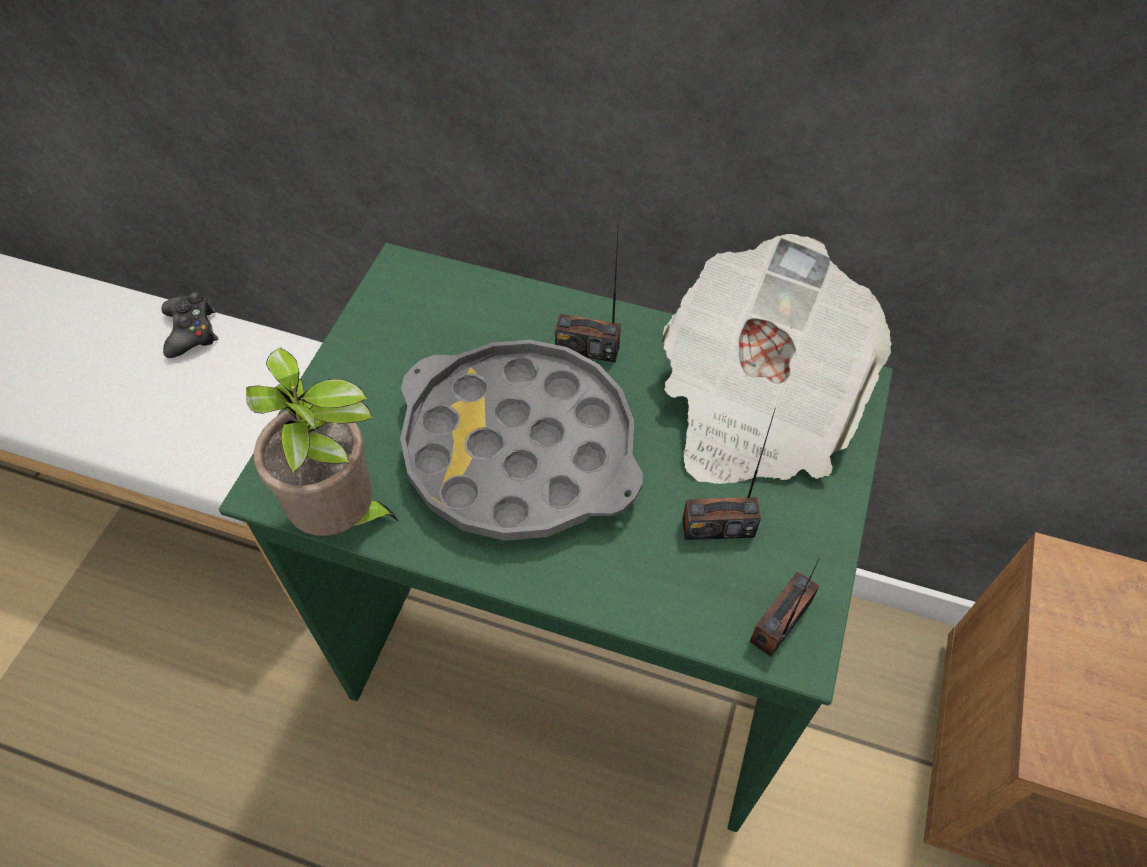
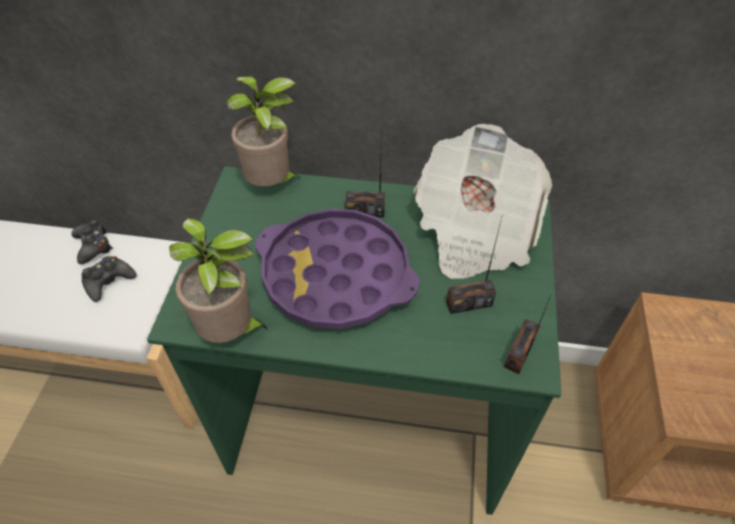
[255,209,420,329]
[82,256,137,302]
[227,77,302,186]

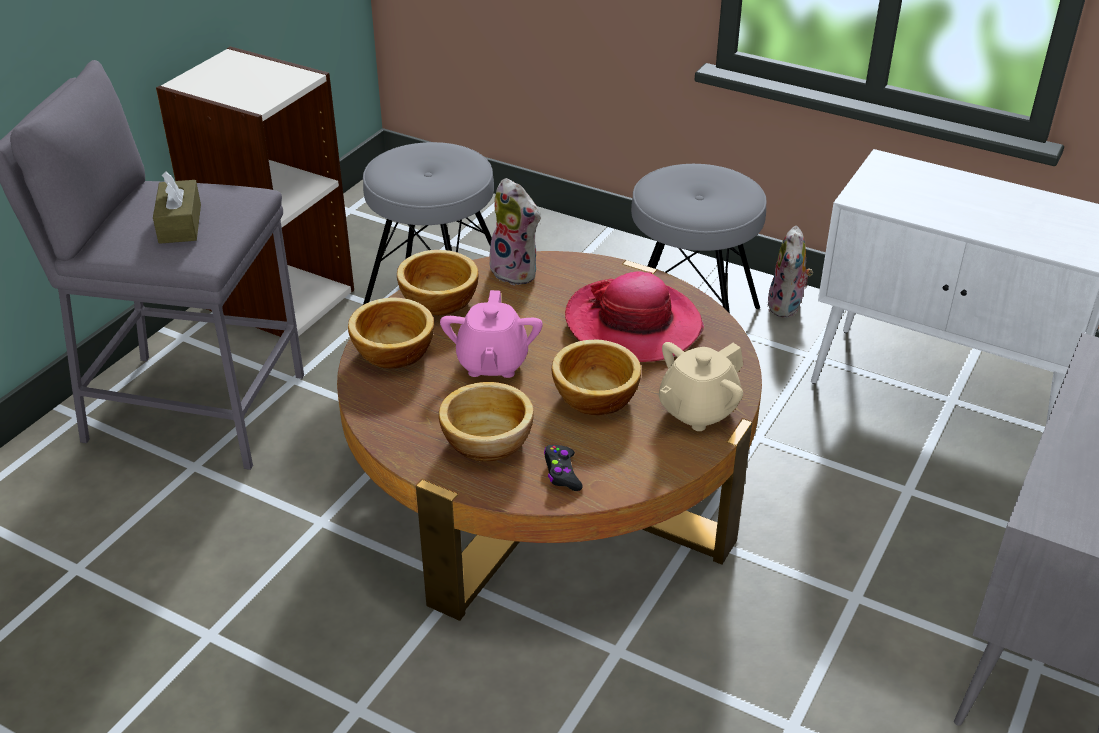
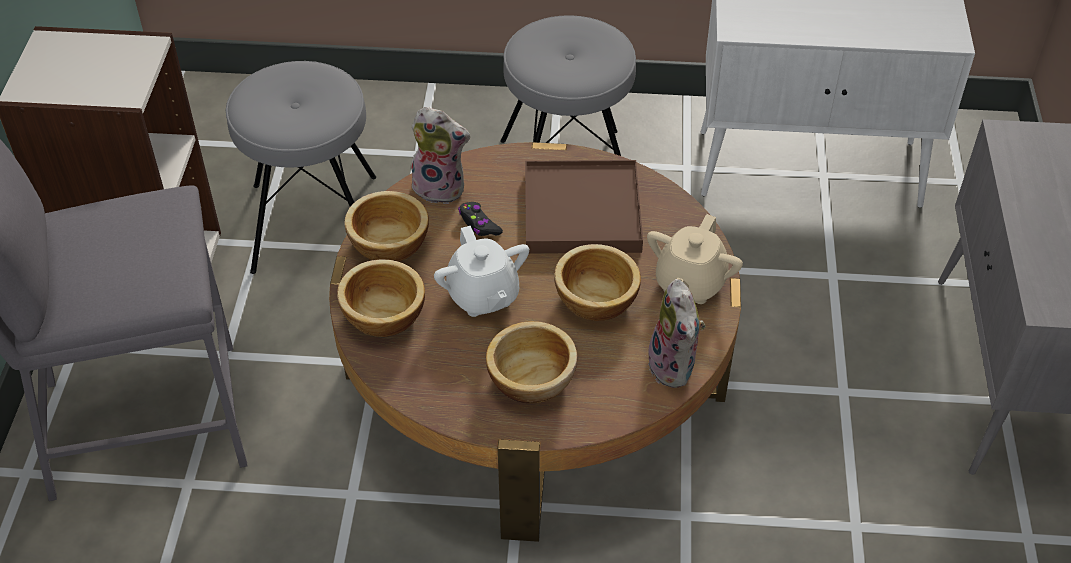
[153,172,201,244] (first image)
[434,226,529,317]
[458,202,503,236]
[525,160,643,254]
[644,279,706,388]

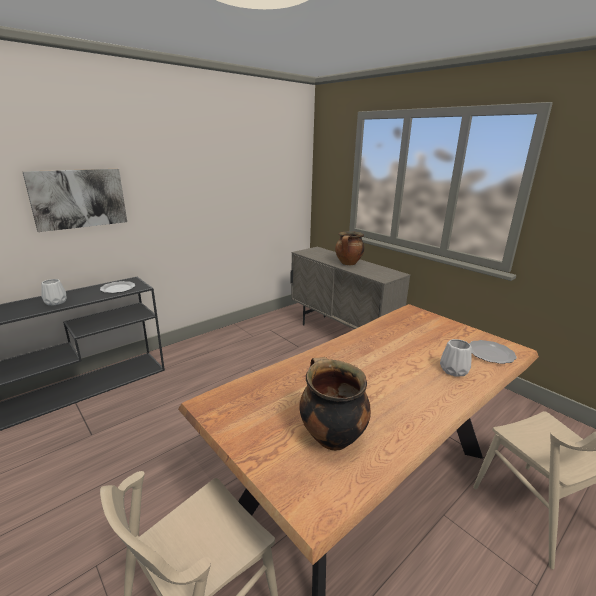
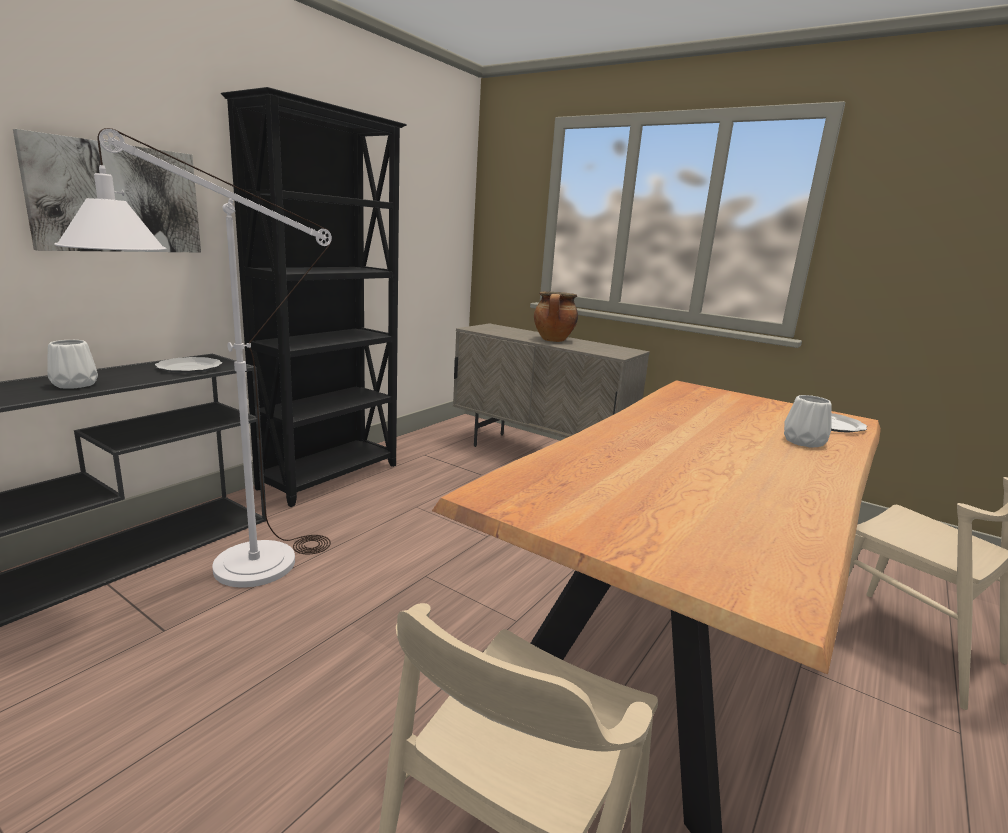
[299,357,371,451] (first image)
[54,128,332,588]
[221,87,407,507]

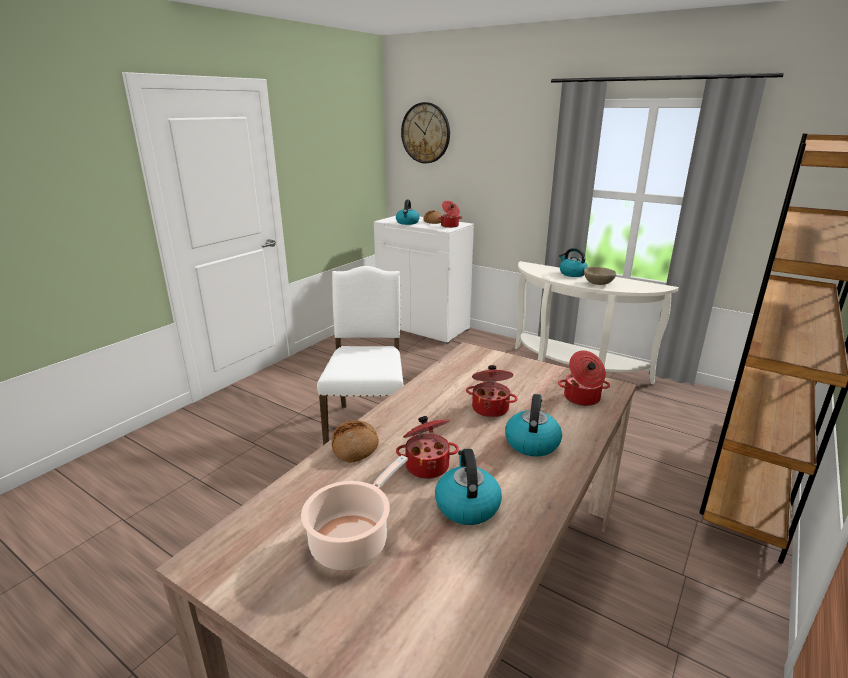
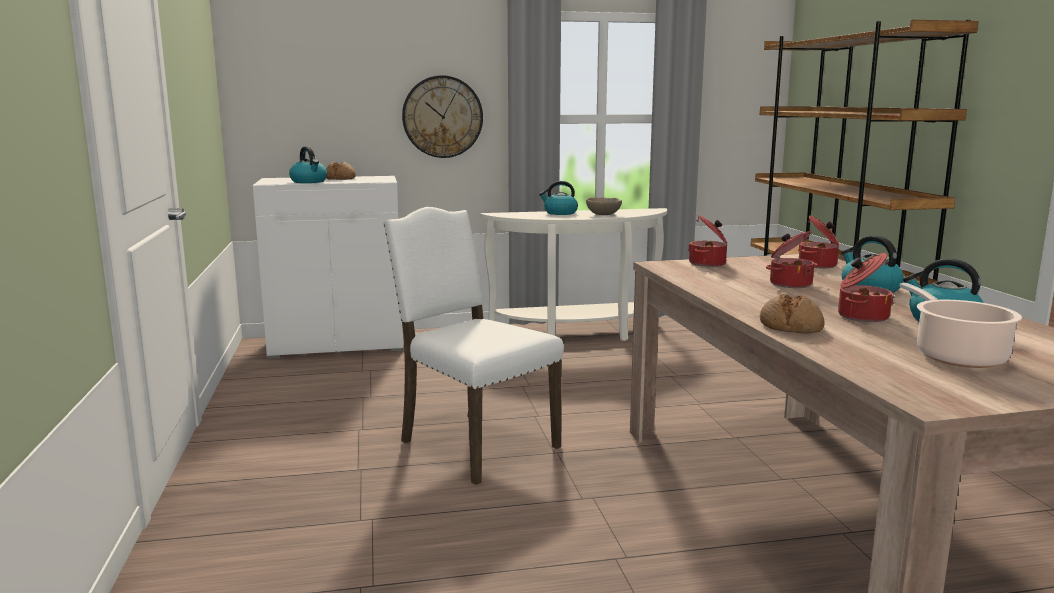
[402,75,483,158]
[688,215,727,267]

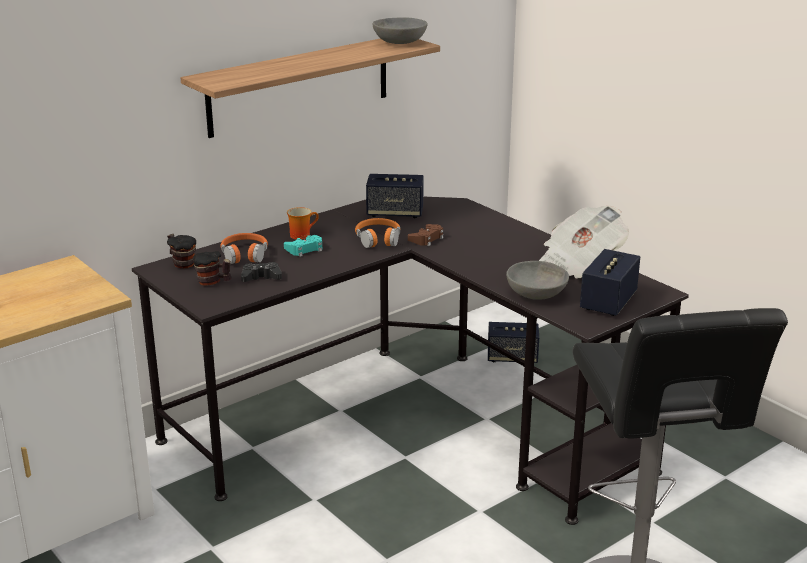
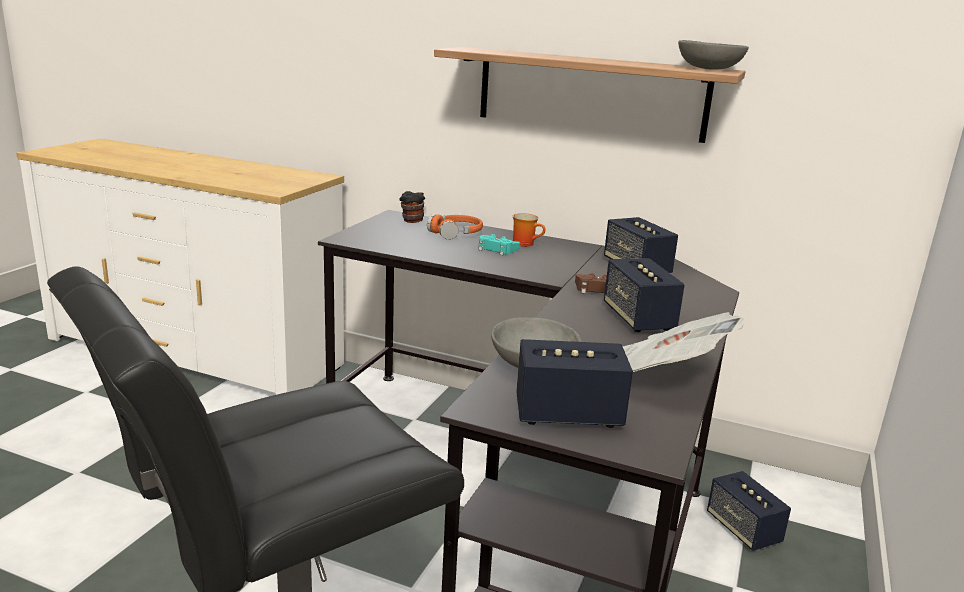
[193,251,232,285] (first image)
[241,262,282,282] (first image)
[355,218,400,248] (first image)
[604,258,685,332]

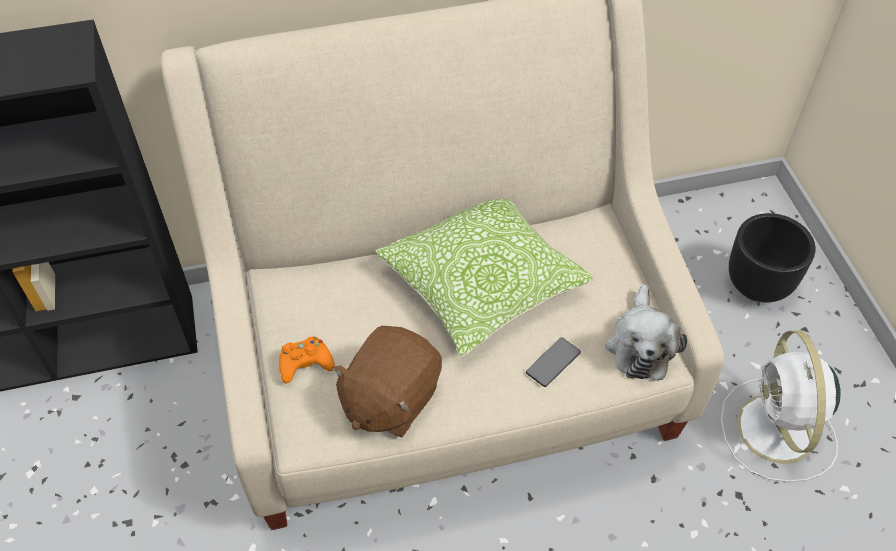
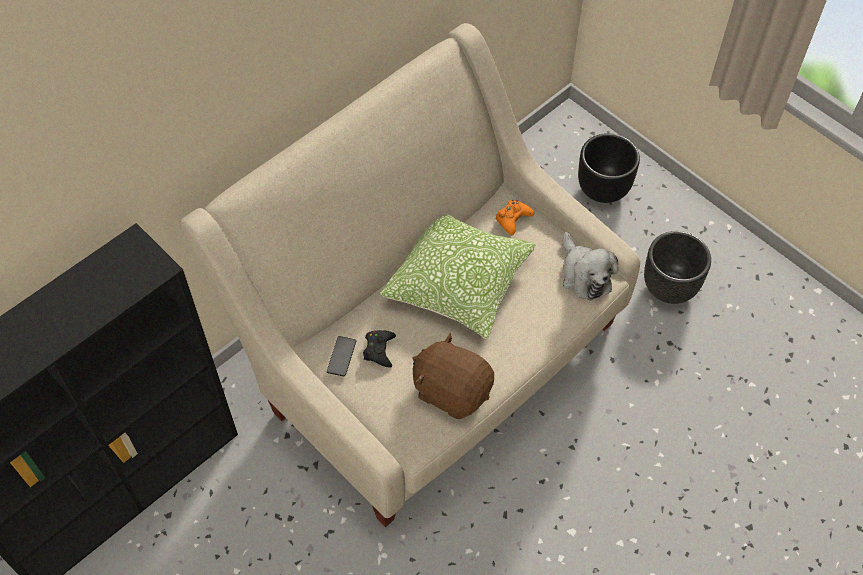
[496,200,534,235]
[412,333,494,419]
[327,336,356,376]
[644,231,711,304]
[363,330,396,368]

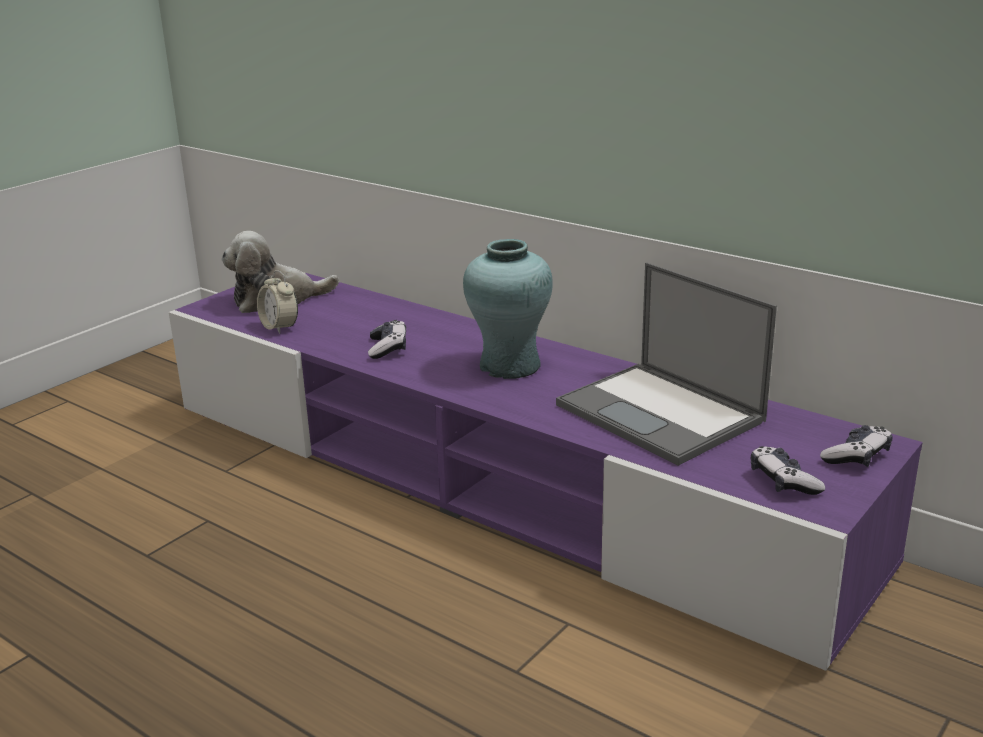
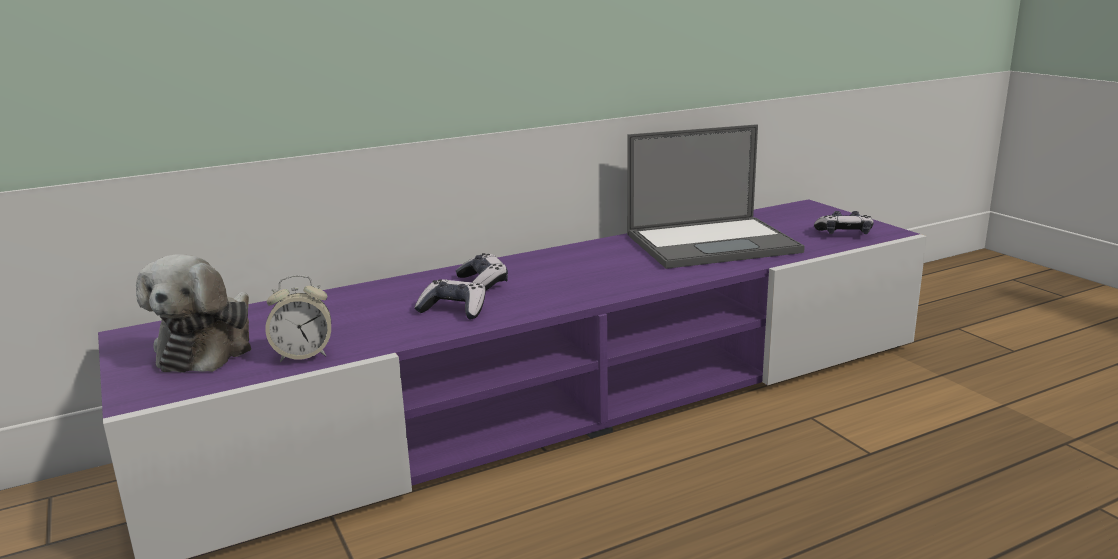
[463,239,553,379] (first image)
[456,253,508,290]

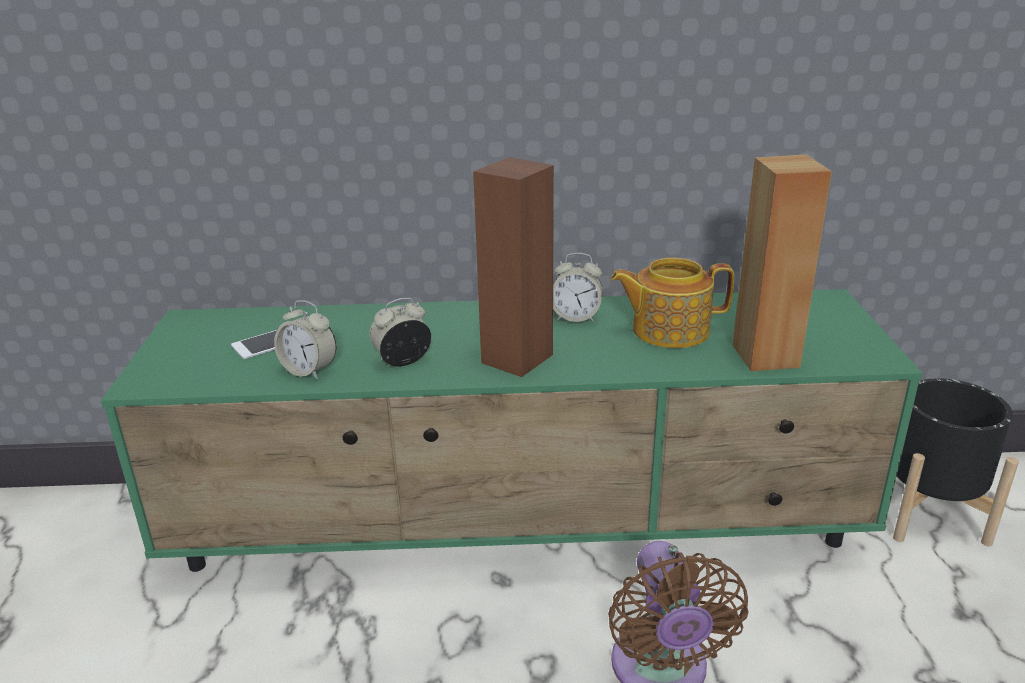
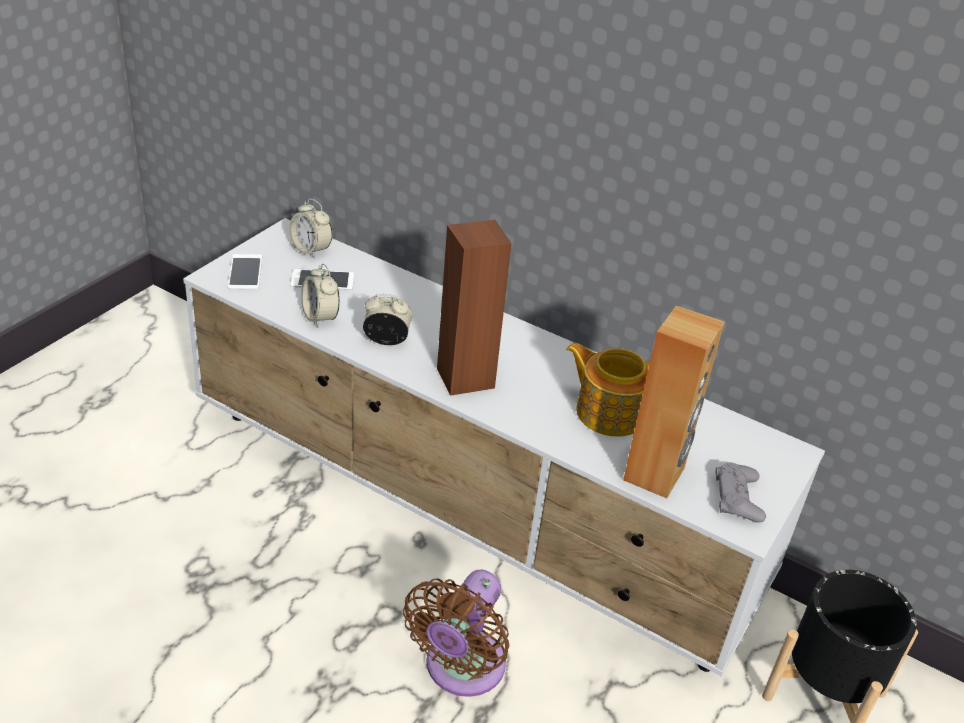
[183,218,825,676]
[289,199,332,259]
[228,254,262,290]
[715,462,766,523]

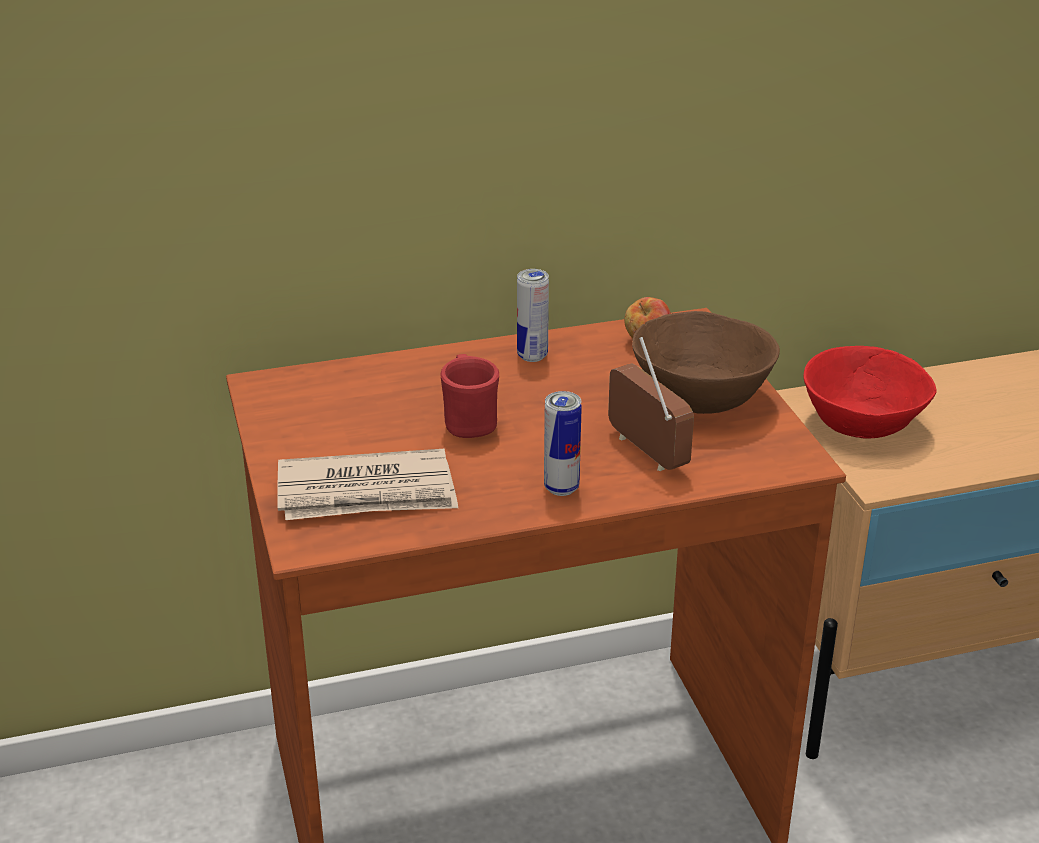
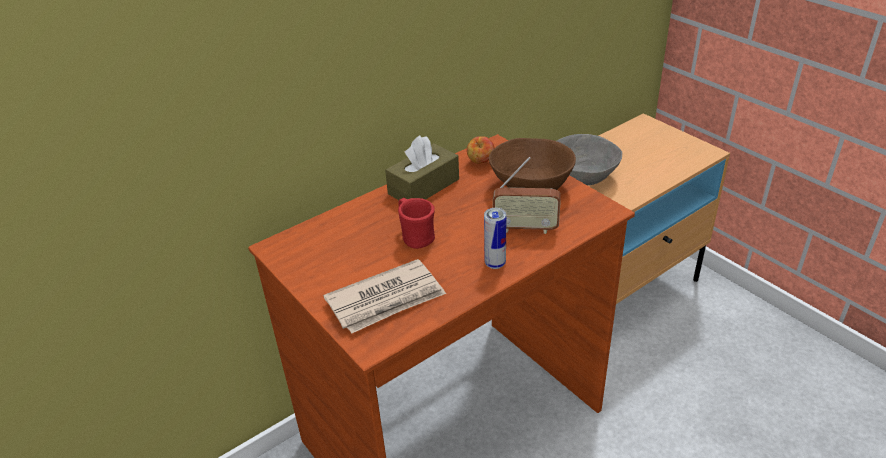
[385,136,459,200]
[493,157,561,234]
[557,134,622,186]

